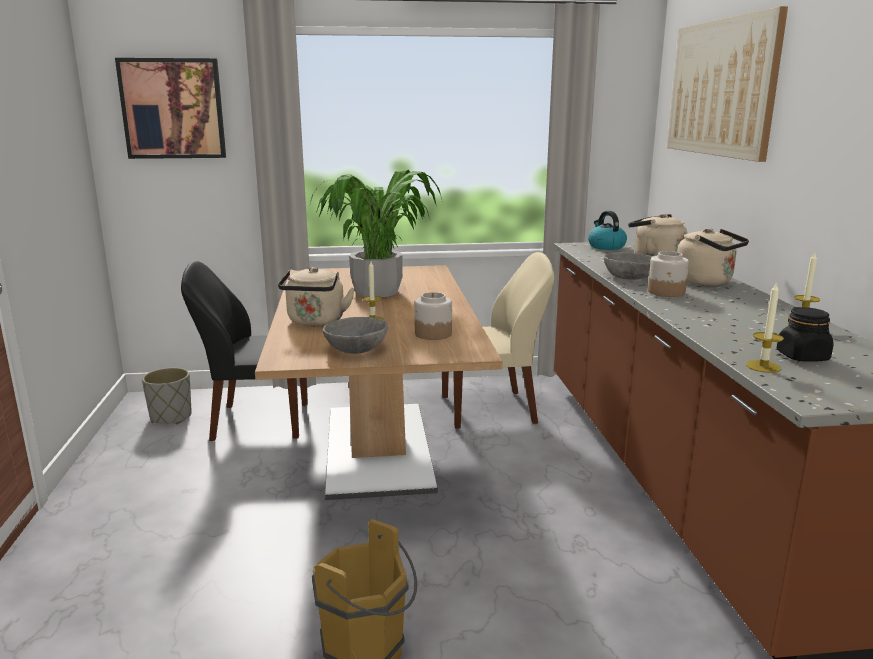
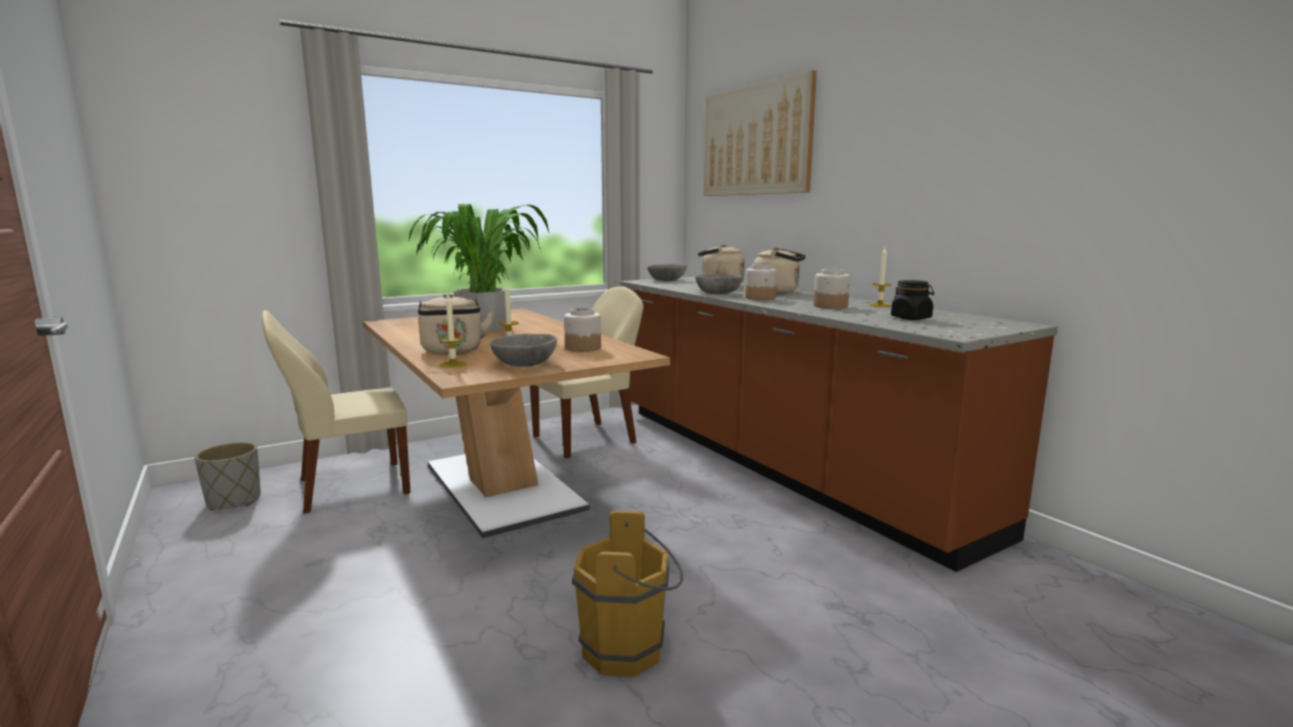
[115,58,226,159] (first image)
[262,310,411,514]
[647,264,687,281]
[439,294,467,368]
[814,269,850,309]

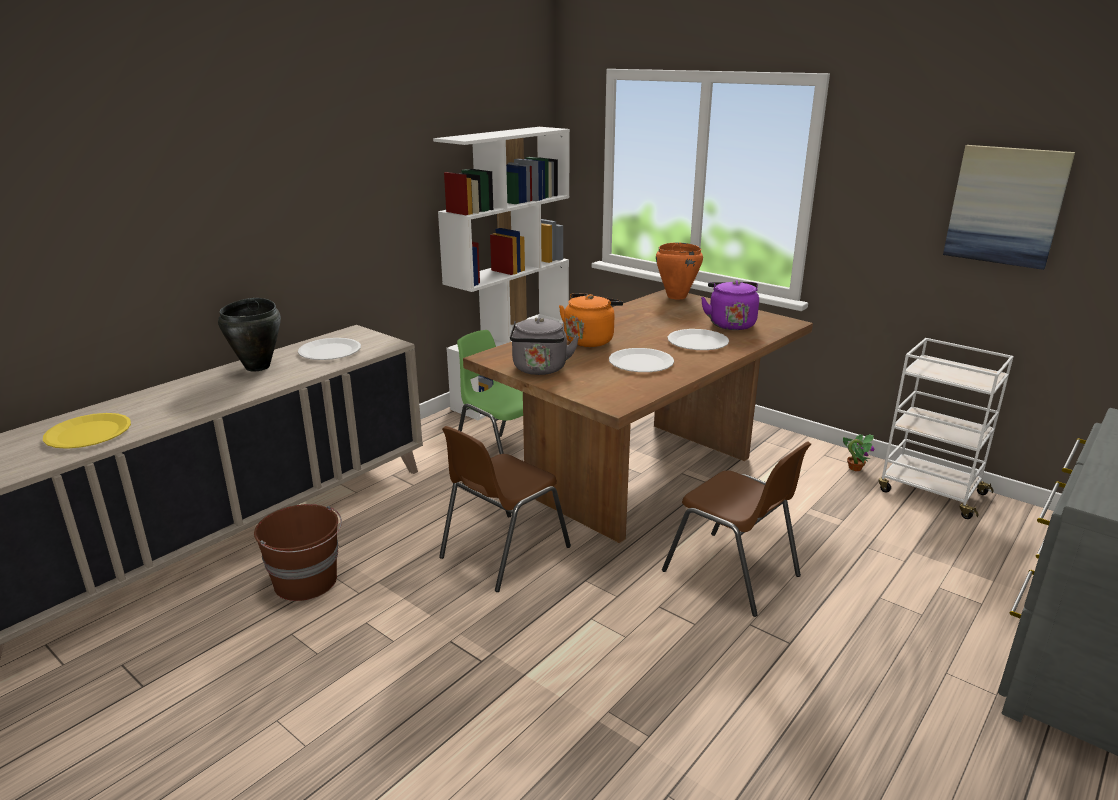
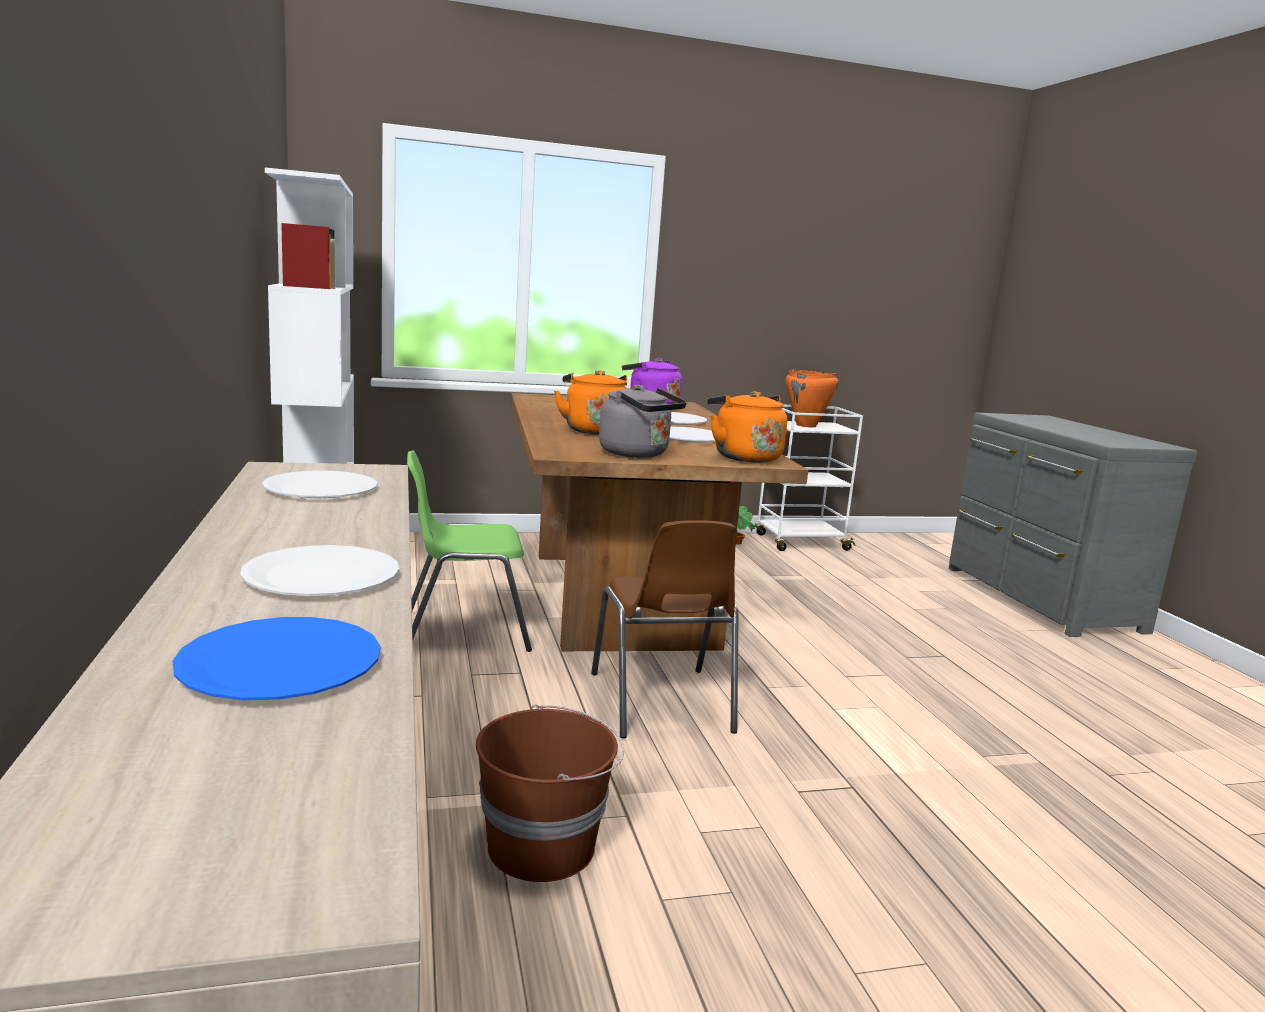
[173,617,380,700]
[218,298,281,371] (first image)
[785,370,838,427]
[662,442,811,617] (first image)
[943,145,1075,270] (first image)
[240,545,399,596]
[707,391,787,463]

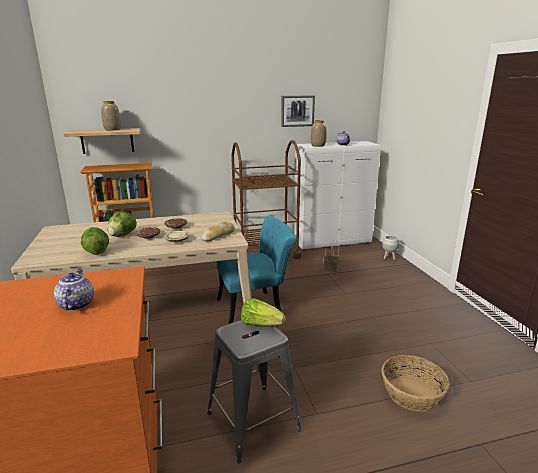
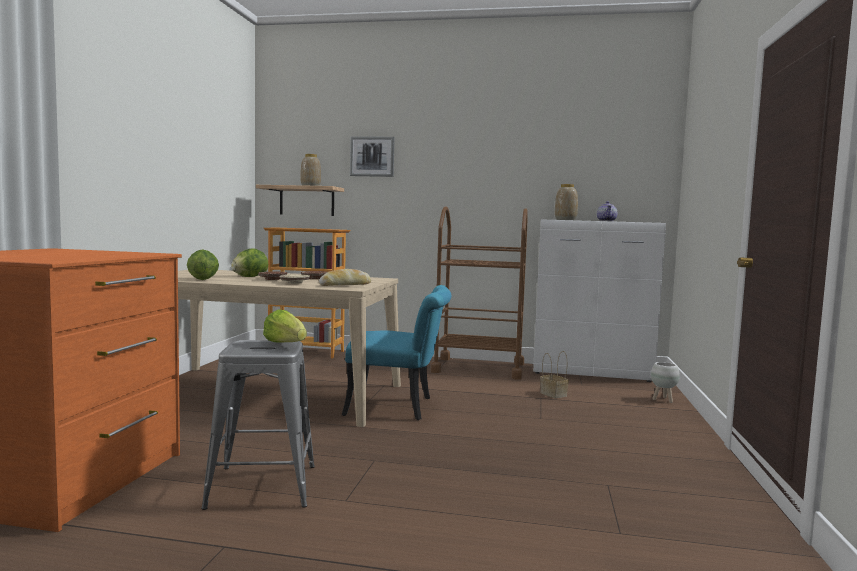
[54,269,94,311] (first image)
[350,136,394,177]
[382,355,450,411] (first image)

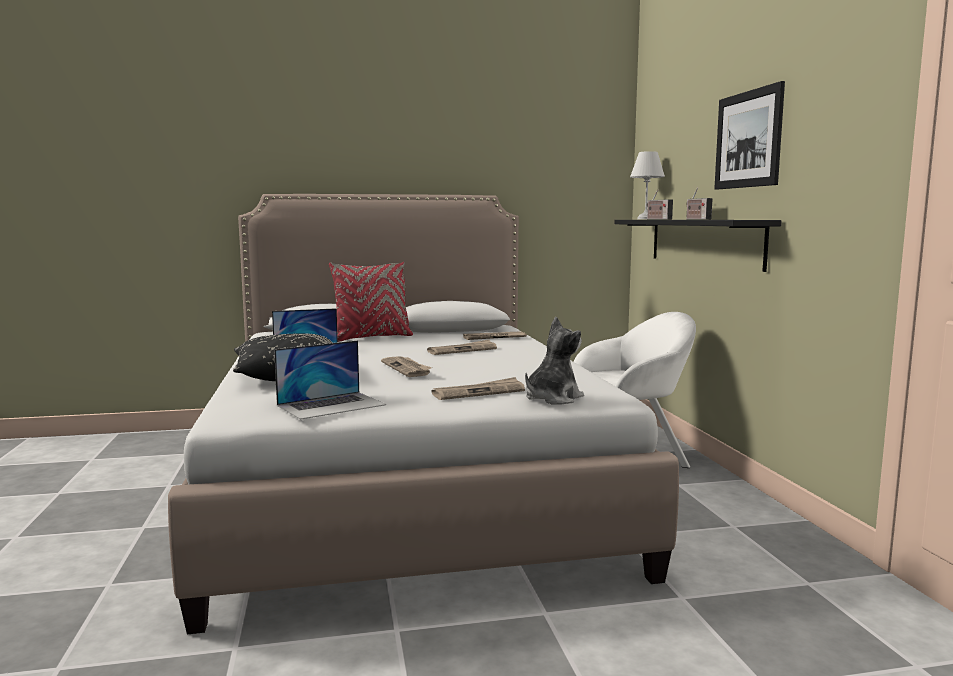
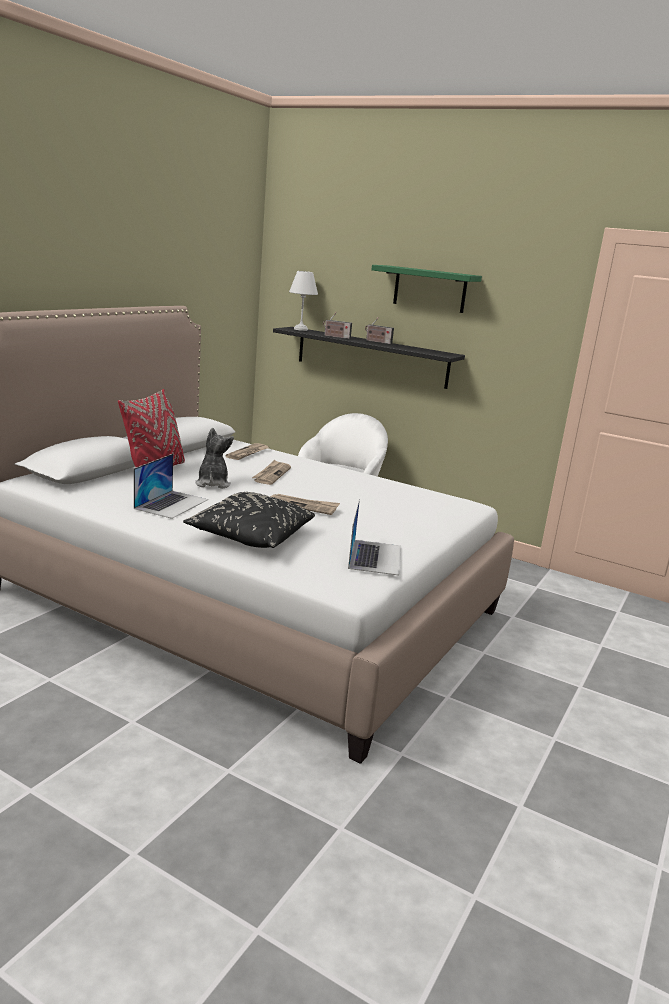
[432,377,525,400] (first image)
[195,428,234,489]
[371,265,482,313]

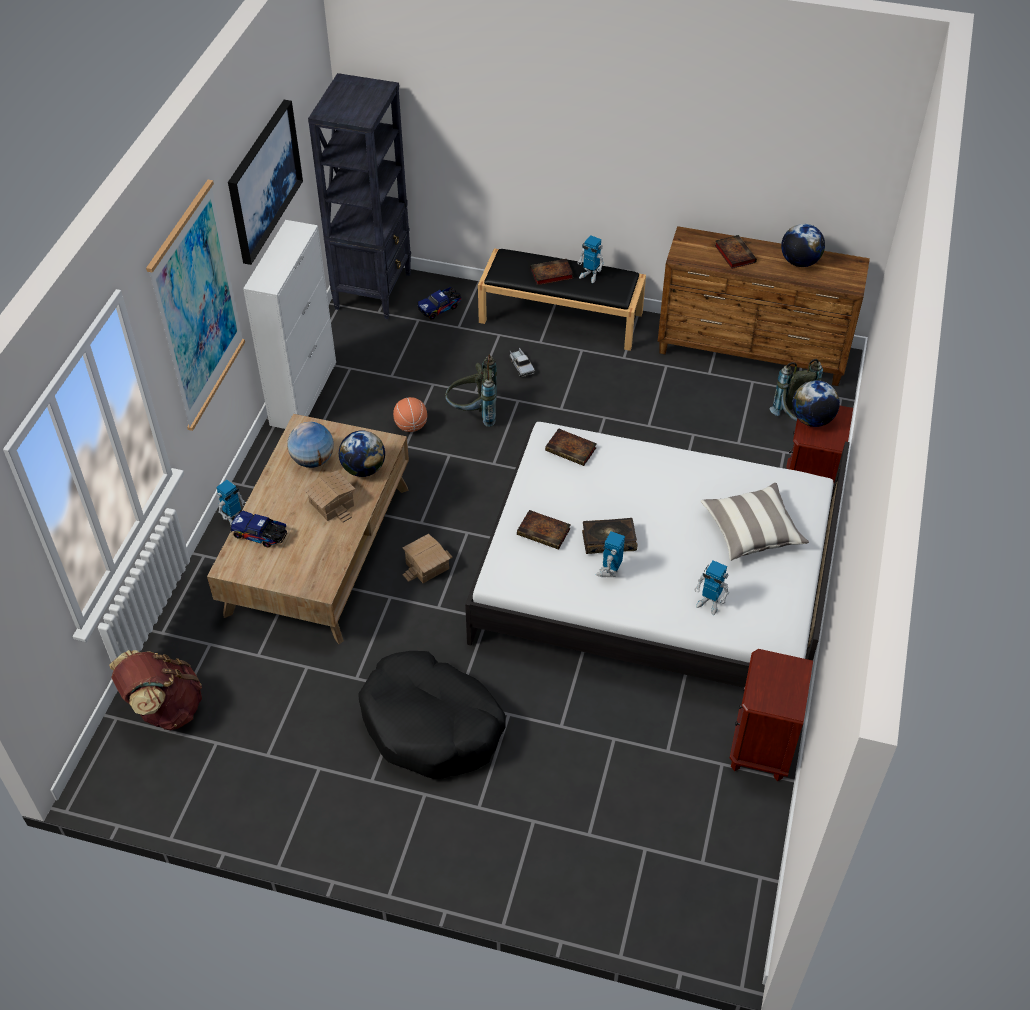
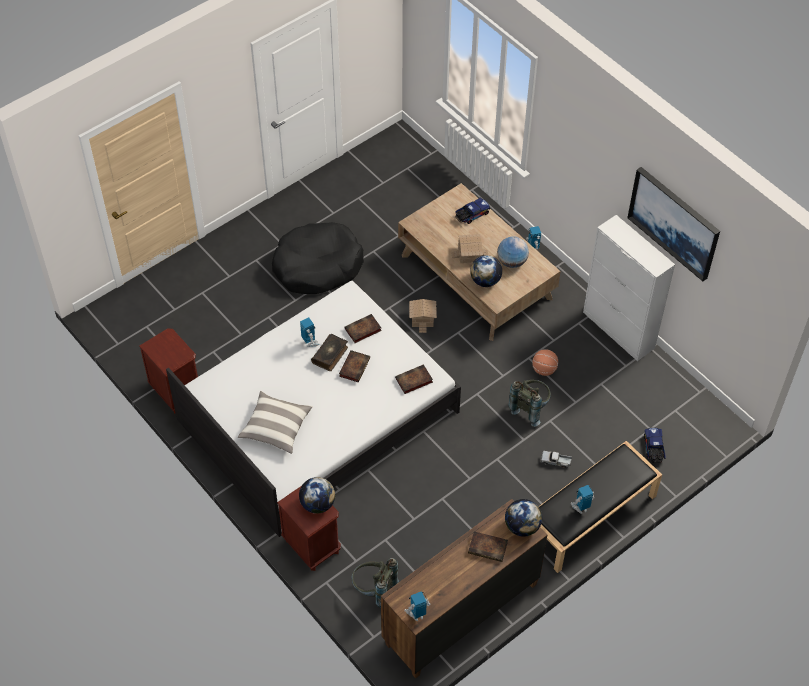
[109,650,202,730] (first image)
[146,180,245,431] (first image)
[308,73,411,319] (first image)
[339,350,370,382]
[405,591,430,621]
[505,499,542,537]

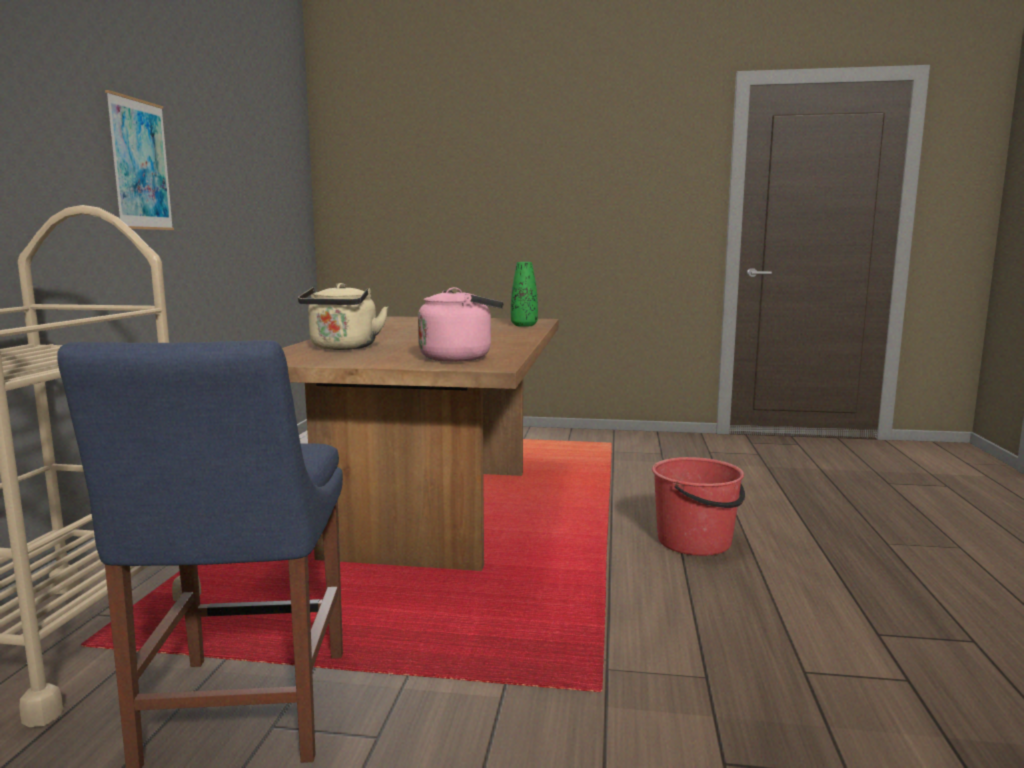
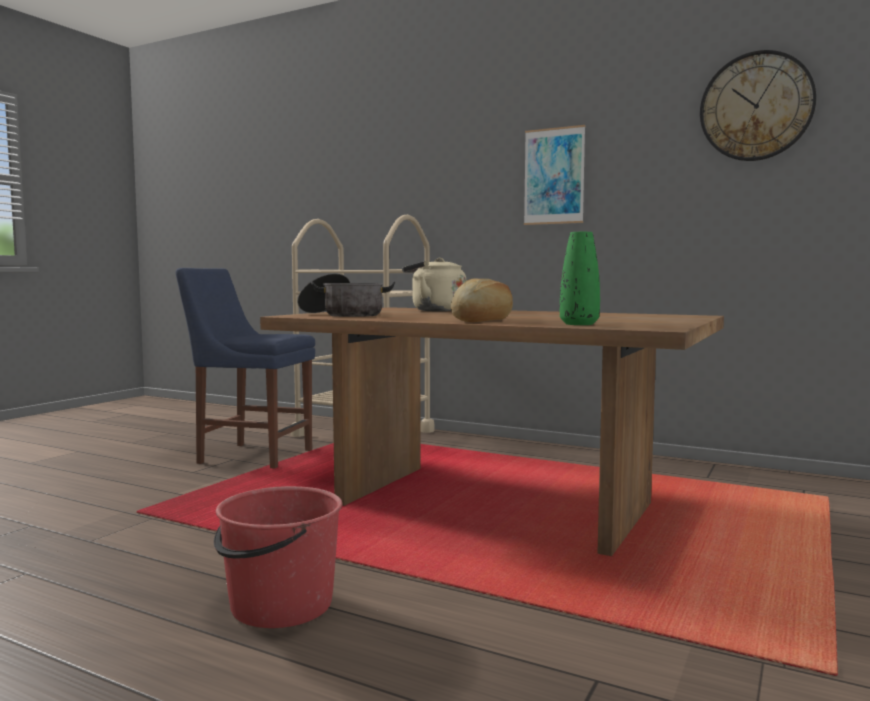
[297,273,396,317]
[451,278,513,322]
[700,50,816,161]

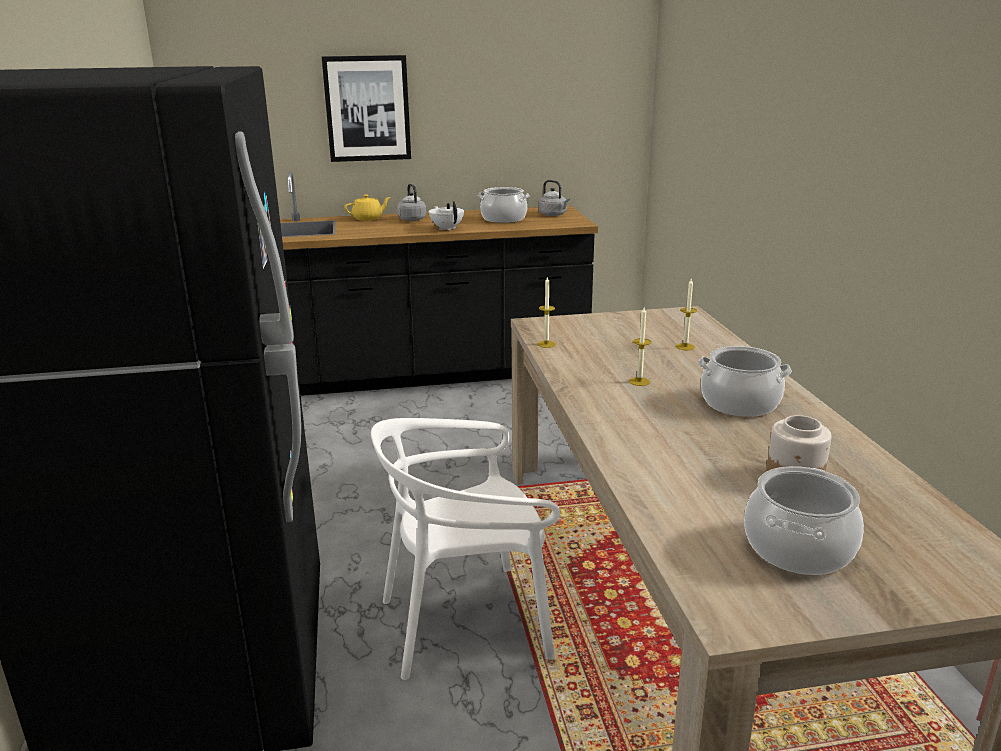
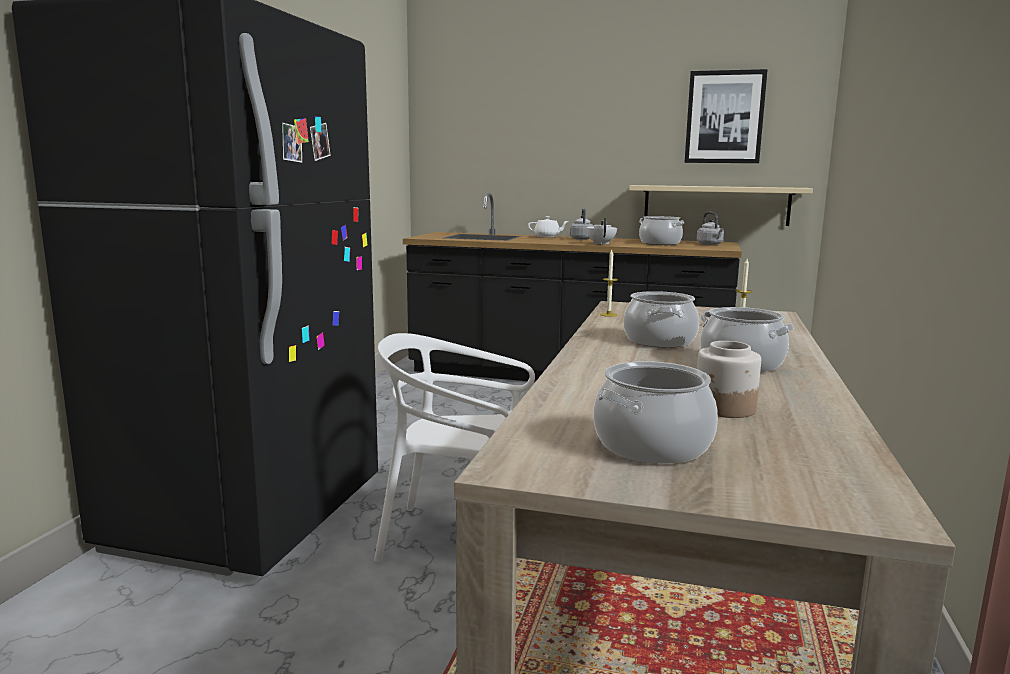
[684,69,768,163]
[528,216,569,237]
[623,291,699,348]
[629,185,813,226]

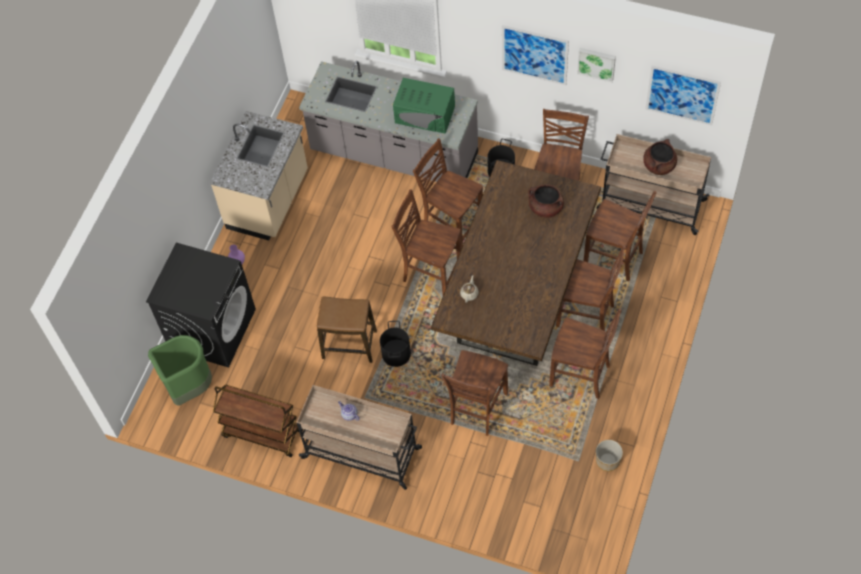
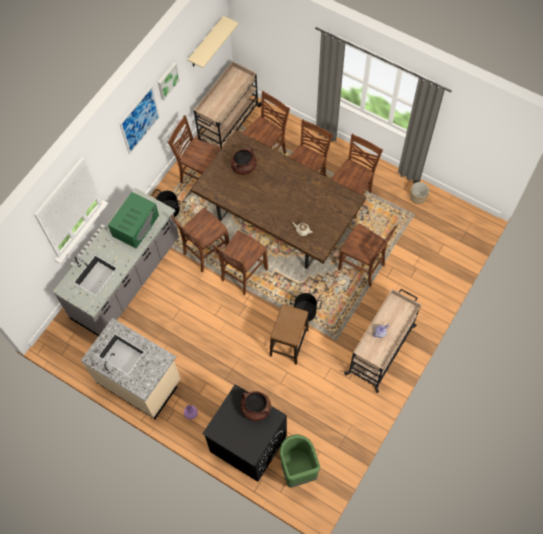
[213,385,303,457] (first image)
[241,391,271,421]
[188,16,239,68]

